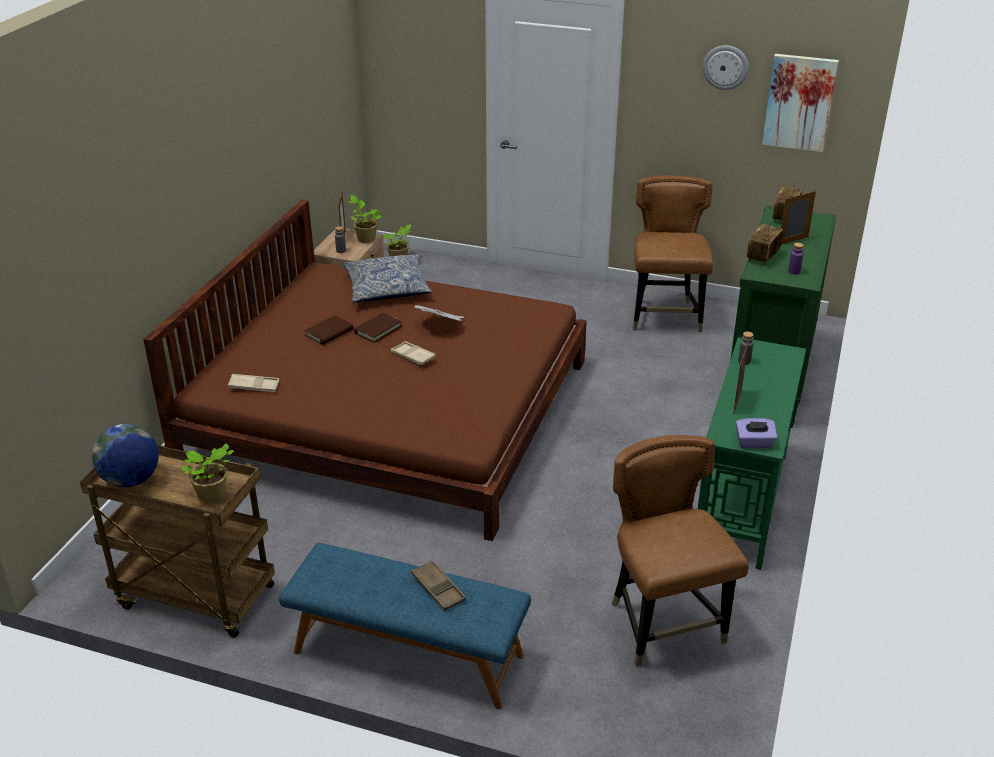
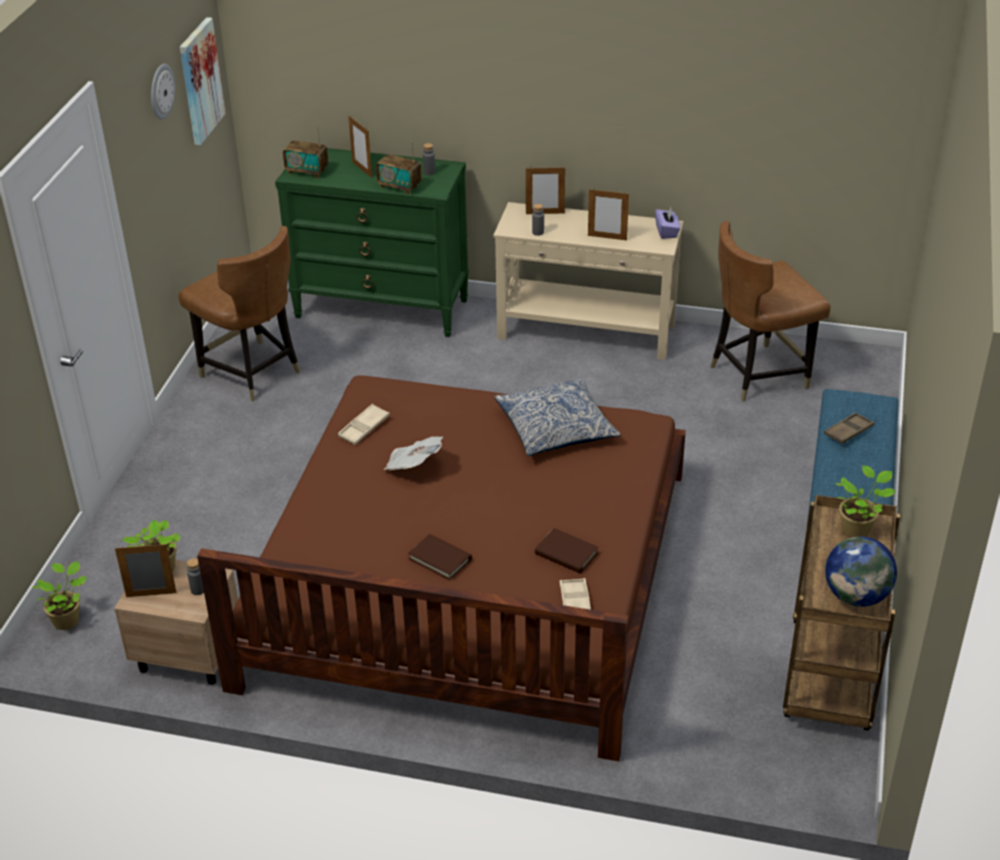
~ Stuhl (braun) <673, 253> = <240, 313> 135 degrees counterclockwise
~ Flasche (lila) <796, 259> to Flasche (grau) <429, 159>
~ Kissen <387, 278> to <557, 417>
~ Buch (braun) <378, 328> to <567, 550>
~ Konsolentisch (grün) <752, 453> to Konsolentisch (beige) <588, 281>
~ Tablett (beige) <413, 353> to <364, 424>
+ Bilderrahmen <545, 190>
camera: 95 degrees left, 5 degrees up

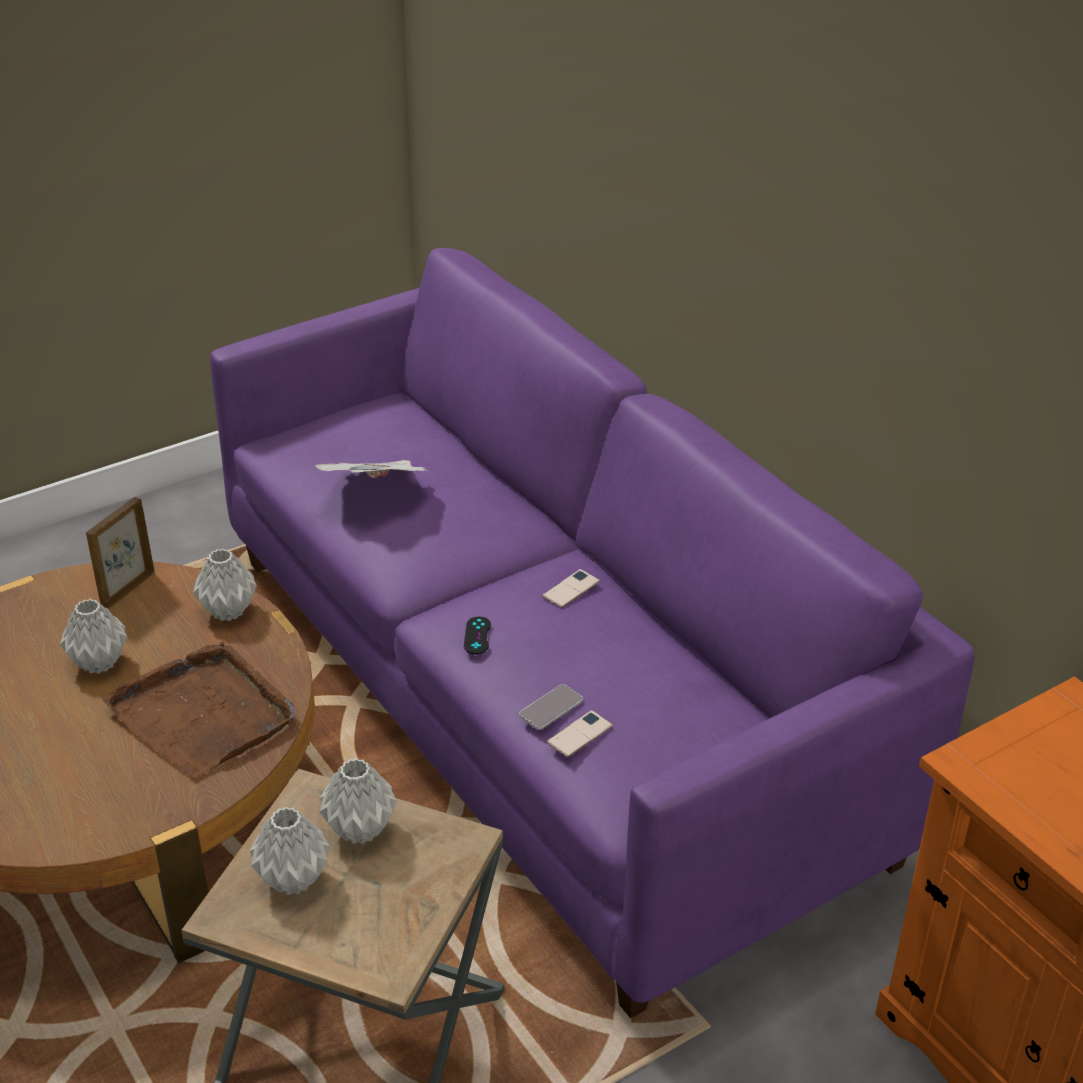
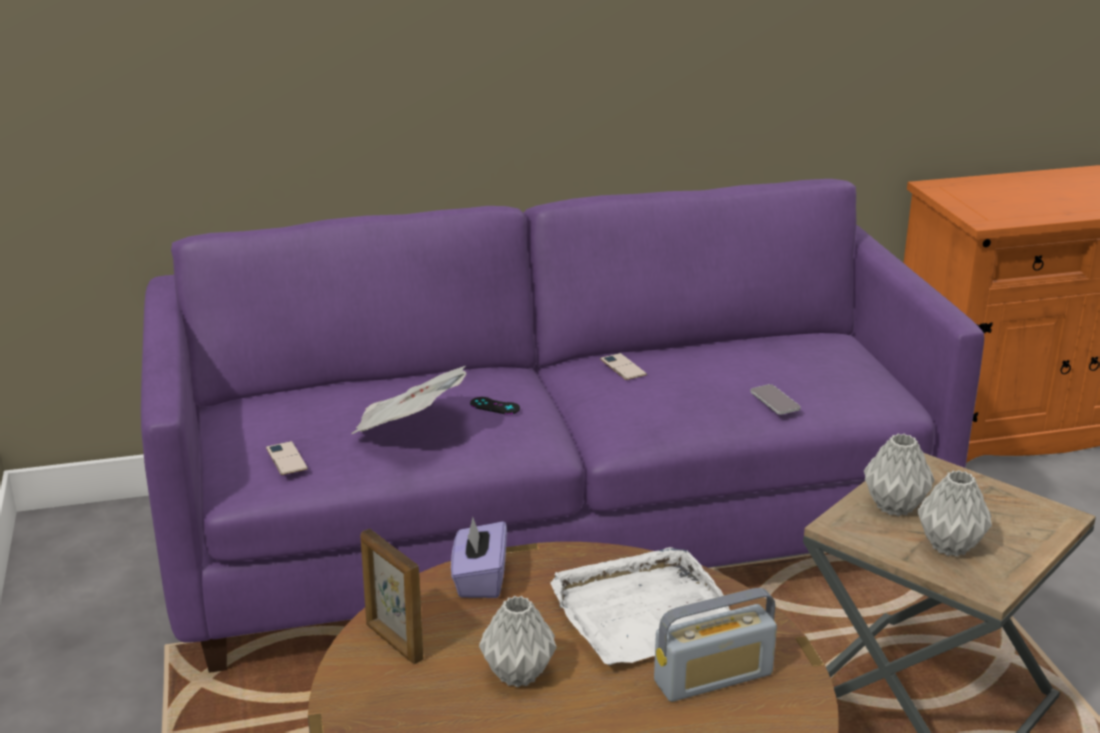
~ Vase (grau) <225, 585> to Taschentuchbox (lila) <479, 557>
~ Gamepad (schwarz) <477, 635> to <495, 406>
~ Tablett (braun) <198, 710> to Tablett (weiß) <640, 606>
~ Handy <580, 733> to <287, 458>
+ Radio <715, 645>
camera: 70 degrees left, 10 degrees down

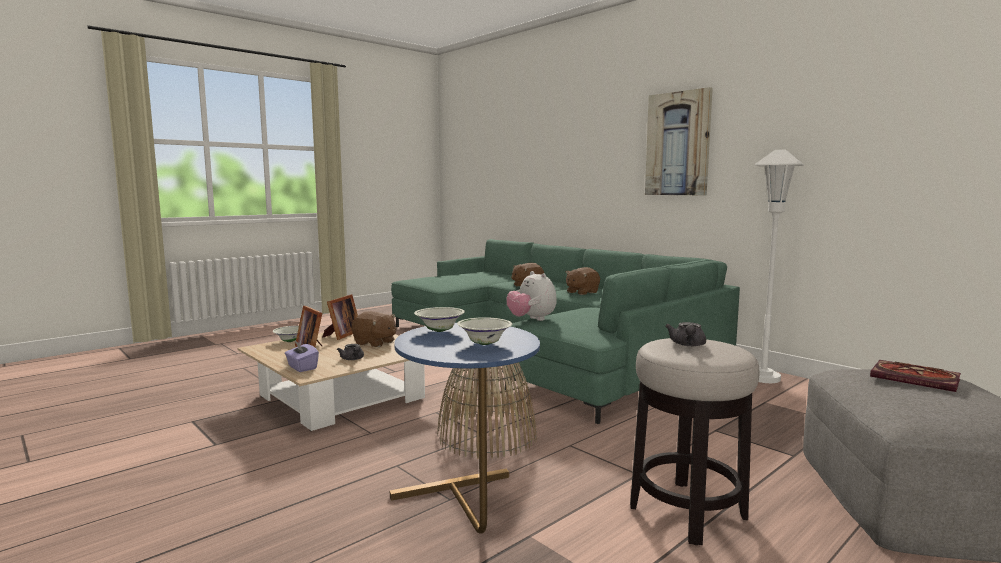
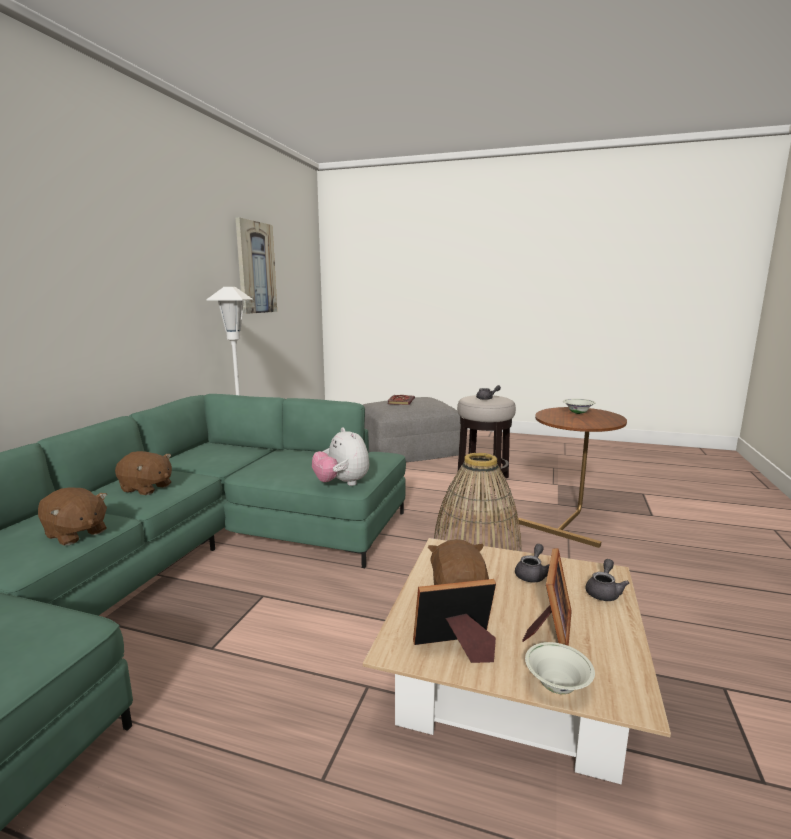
~ Bild <679, 141> to <256, 265>
~ Plüschtier <531, 296> = <340, 457> 120 degrees clockwise
- Schüssel (weiß) <439, 319>
~ Beistelltisch (blau) <465, 428> to Beistelltisch (braun) <572, 477>
~ Taschentuchbox (lila) <302, 356> to Teekanne (grau) <607, 580>
camera: 120 degrees left, 5 degrees up

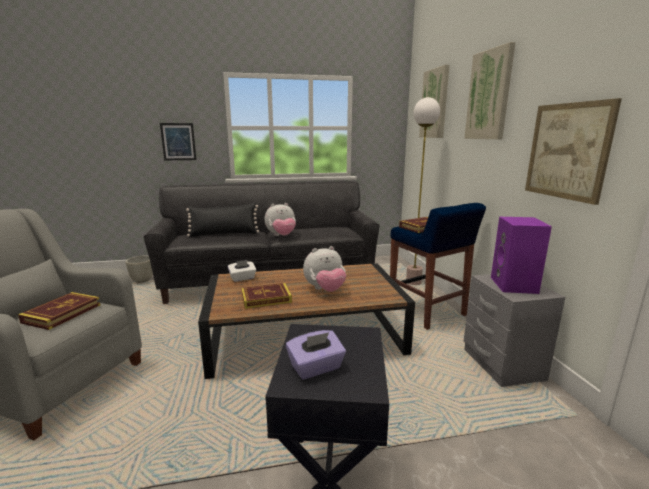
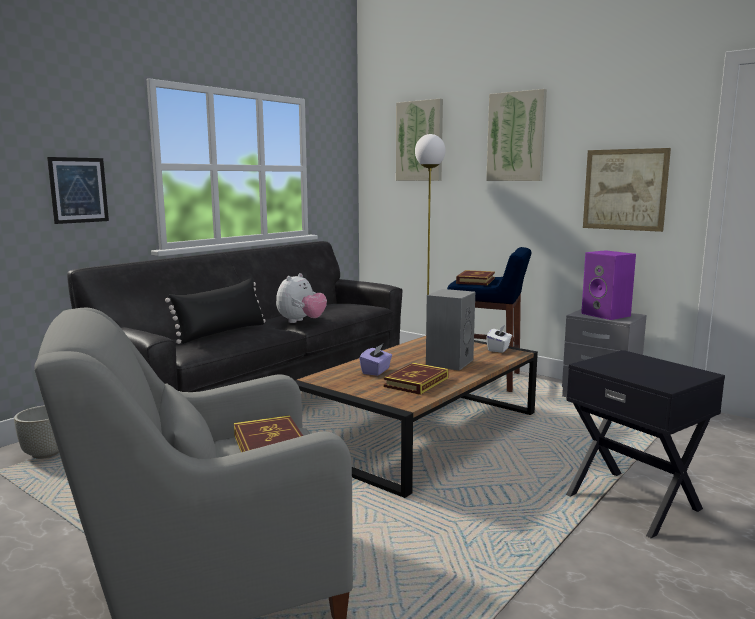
~ Plüschtier <324, 269> to Lautsprecher (grau) <450, 330>
~ Taschentuchbox (weiß) <242, 271> to <499, 339>
~ Taschentuchbox (lila) <316, 354> to <375, 360>
camera: 40 degrees left, 5 degrees down

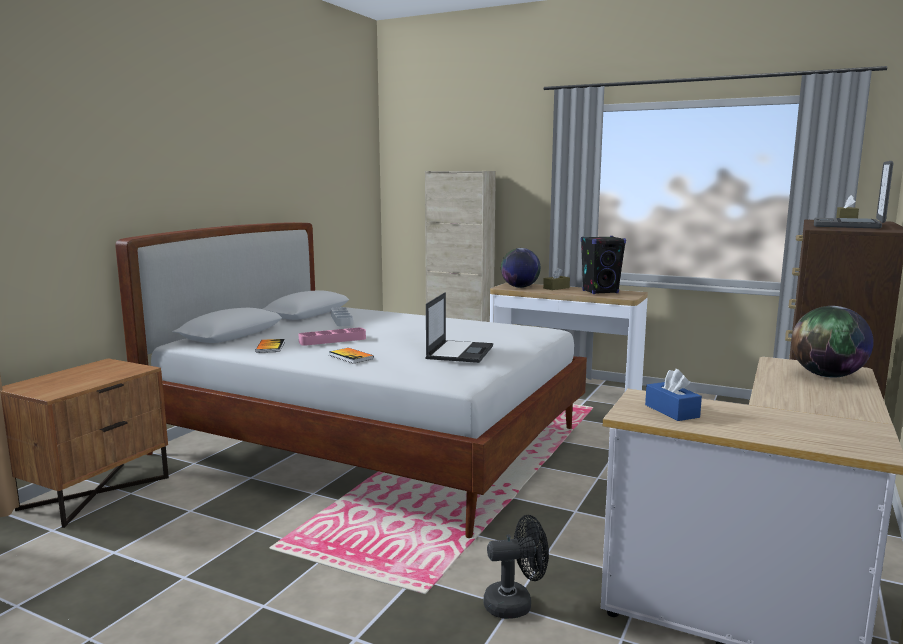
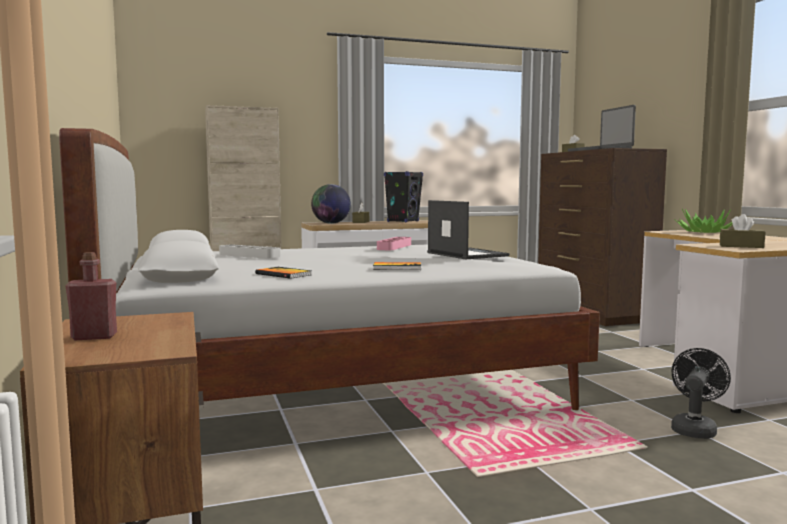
~ Globus <832, 342> to Topfpflanze <704, 221>
~ Tablett (rosa) <332, 337> to <394, 243>
~ Taschentuchbox (blau) <673, 395> to Taschentuchbox (braun) <742, 231>
+ Flasche (rot) <91, 296>
camera: 45 degrees left, 5 degrees down

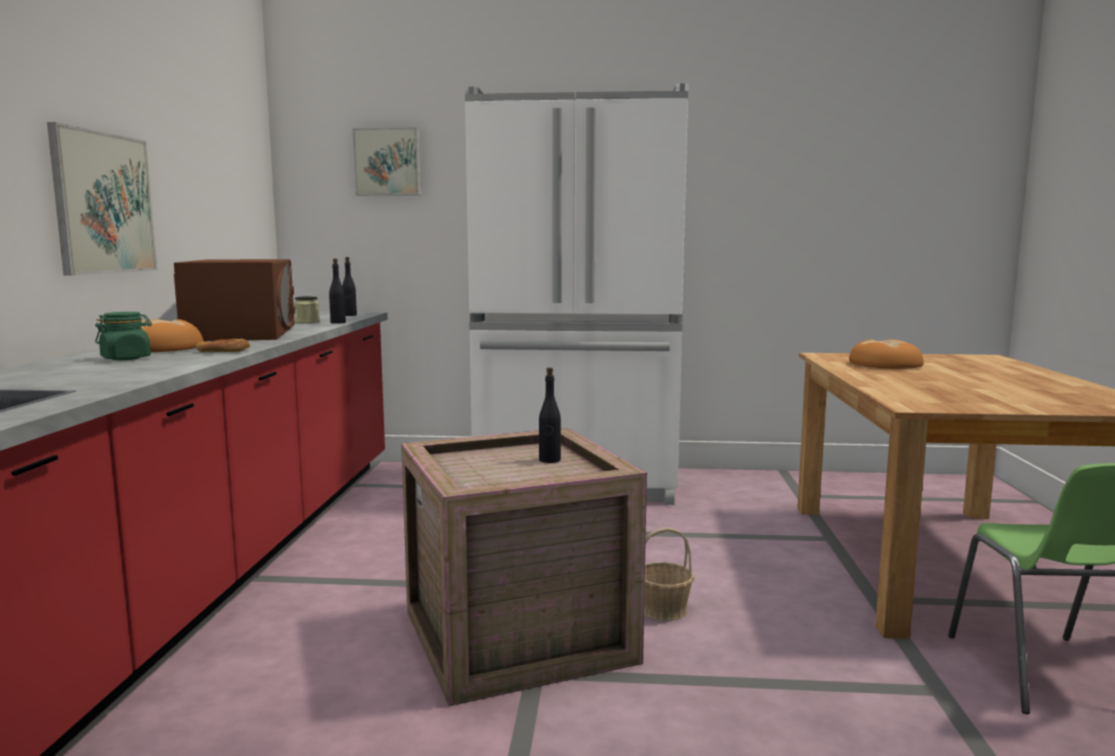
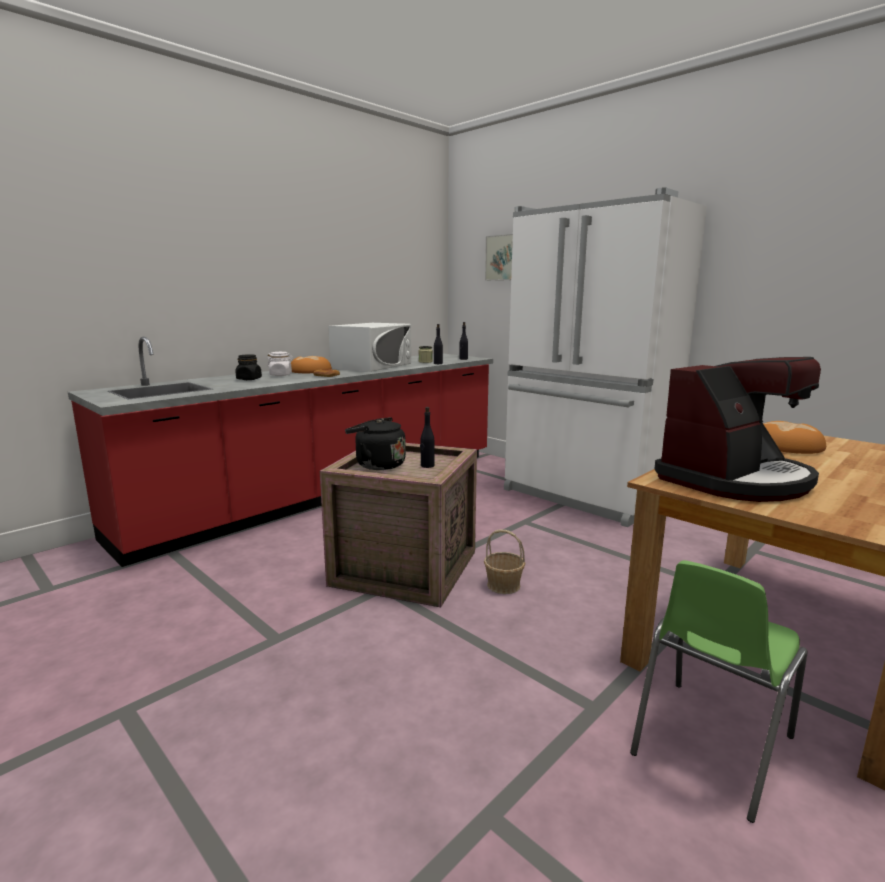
- Bild <102, 199>
~ Mikrowelle (braun) <234, 300> to Mikrowelle (weiß) <369, 347>
~ Vorratsglas (grün) <123, 336> to Vorratsglas (weiß) <280, 364>
+ Vorratsglas (schwarz) <248, 367>
+ Kaffeemaschine <737, 429>
+ Wasserkessel (schwarz) <375, 443>
camera: 40 degrees right, 5 degrees up

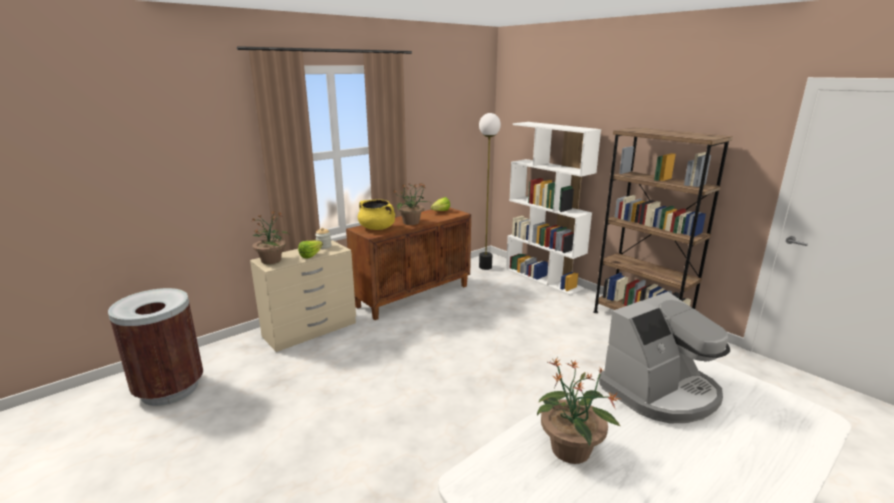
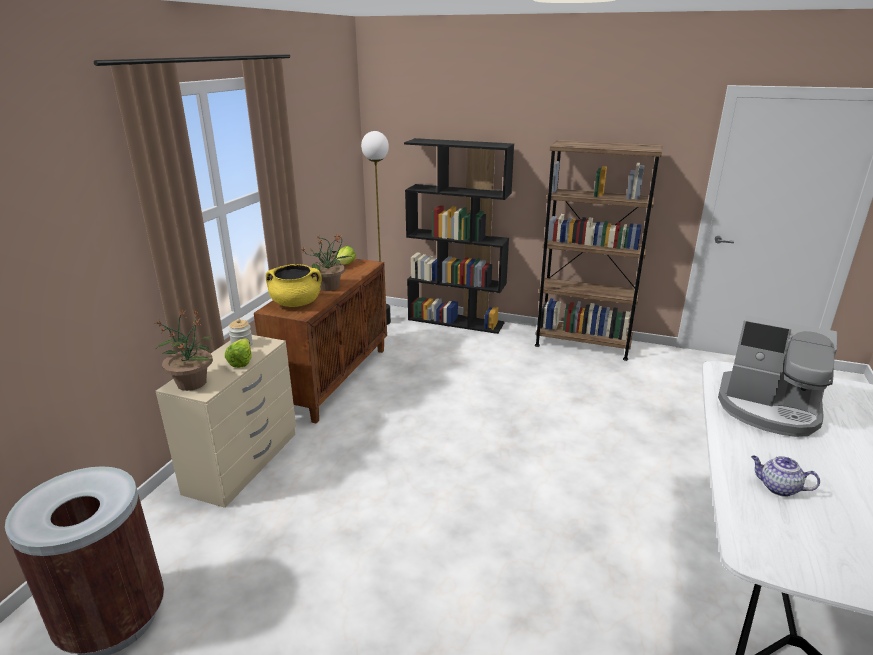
~ Bücherregal (weiß) <553, 209> to Bücherregal (schwarz) <459, 236>
~ Kaffeemaschine <664, 357> = <777, 376> 90 degrees clockwise
~ Topfpflanze <579, 410> to Teekanne <785, 476>
camera: 30 degrees left, 5 degrees up

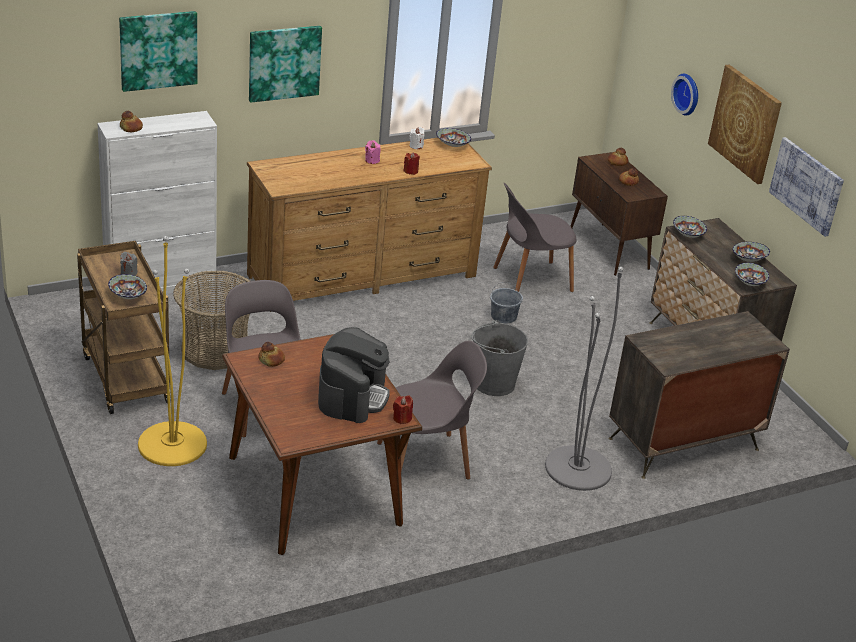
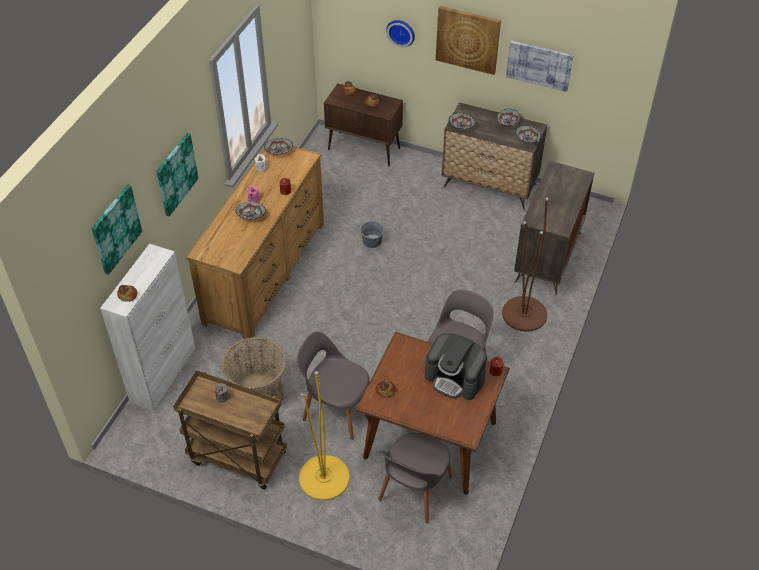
~ Stuhl (grau) <534, 237> to <415, 477>
~ Stehlampe (grau) <584, 379> to Stehlampe (braun) <525, 265>
~ Schüssel <127, 286> to <250, 211>
- Eimer (grau) <499, 358>
~ Kaffeemaschine <354, 375> = <456, 366> 150 degrees clockwise
camera: 40 degrees left, 15 degrees up

